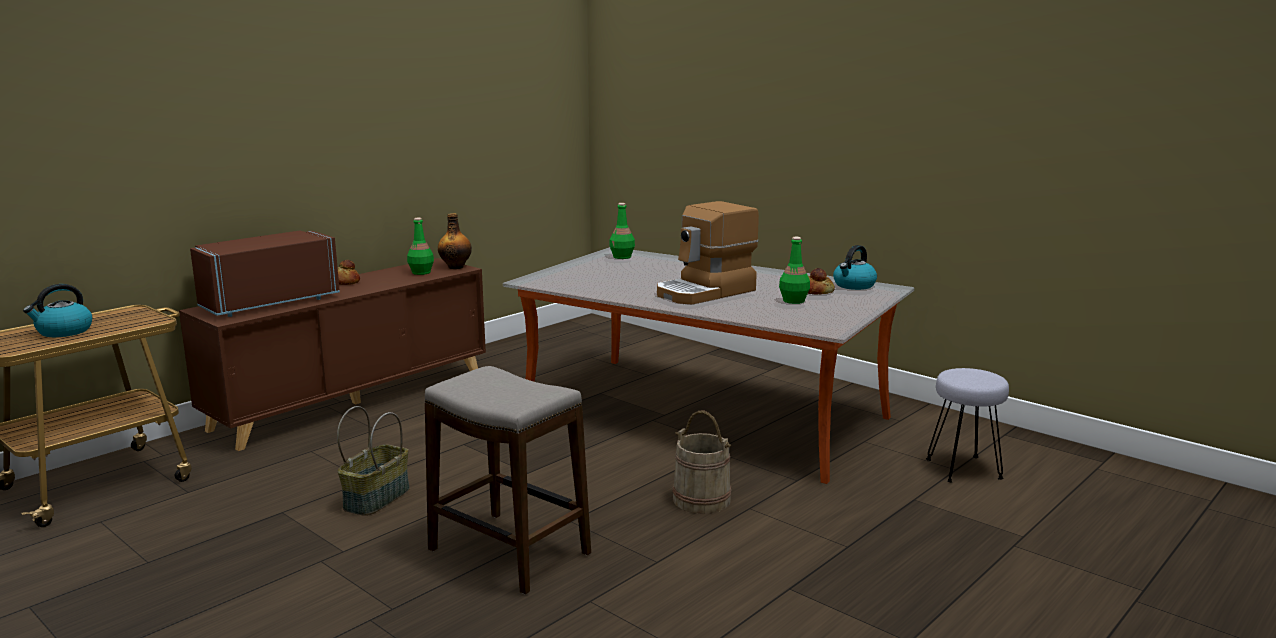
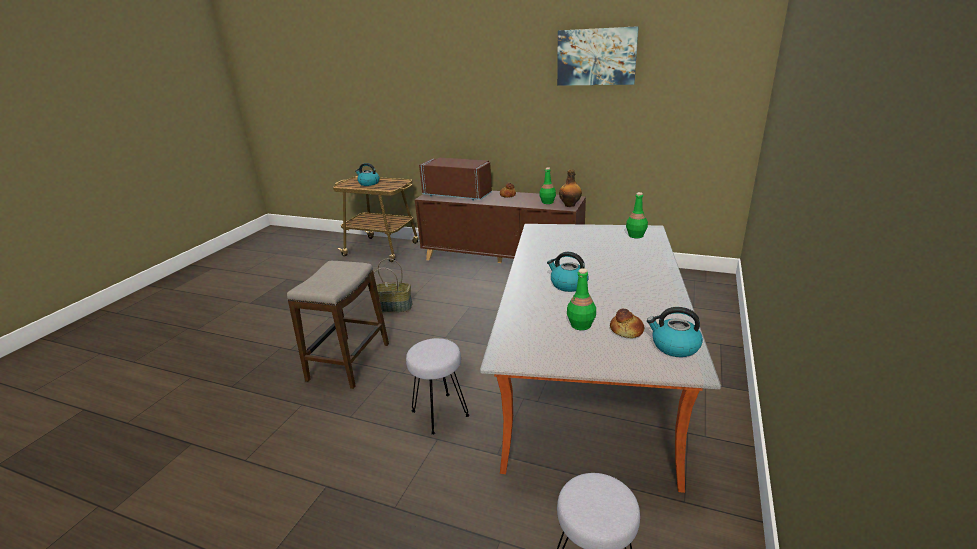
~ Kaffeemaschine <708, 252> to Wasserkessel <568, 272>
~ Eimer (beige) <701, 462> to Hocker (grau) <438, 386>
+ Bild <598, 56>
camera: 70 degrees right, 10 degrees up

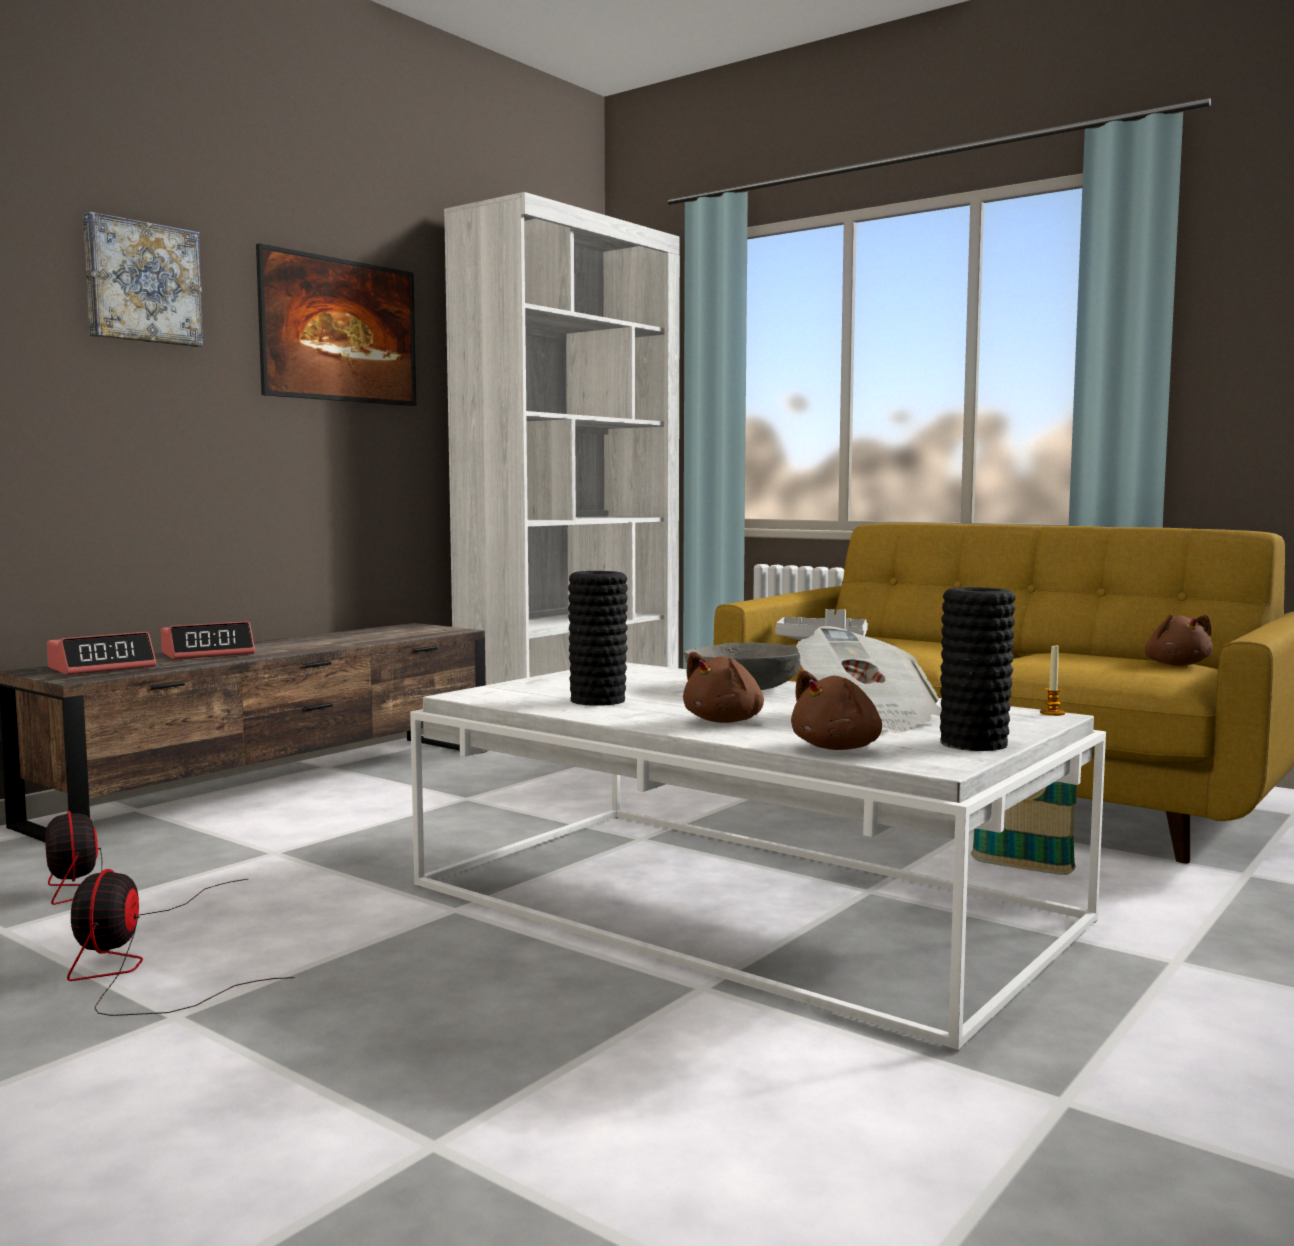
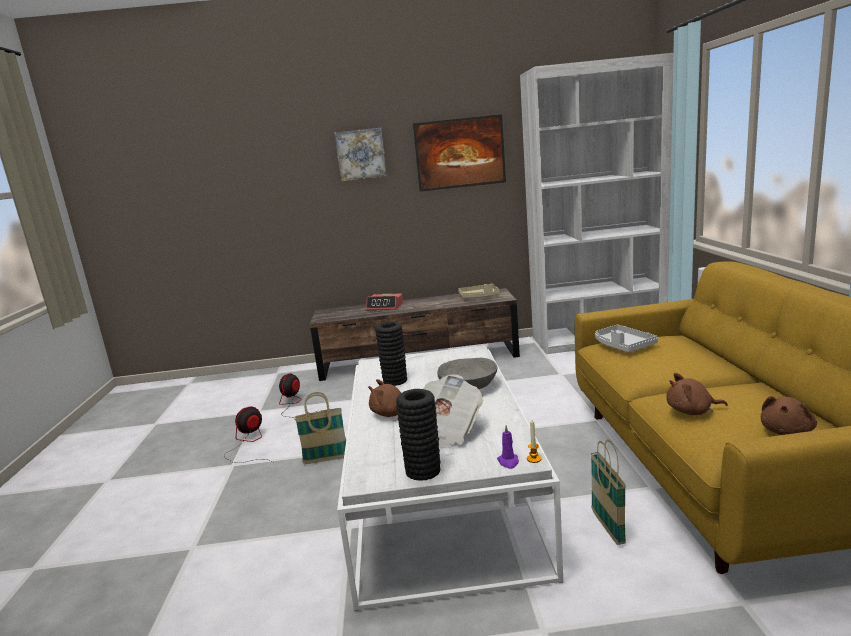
- Wecker <101, 653>
~ Plüschtier (braun) <836, 710> to <697, 394>
+ Tablett (beige) <479, 290>
+ Korb <320, 428>
+ Kerze (lila) <508, 447>
camera: 50 degrees right, 10 degrees up

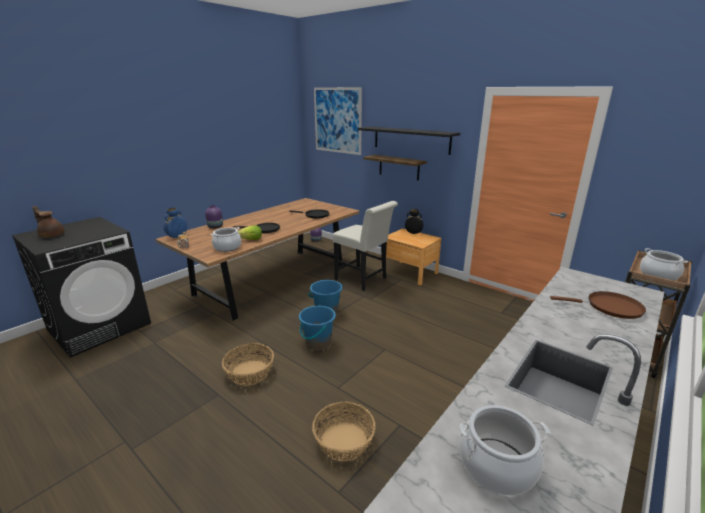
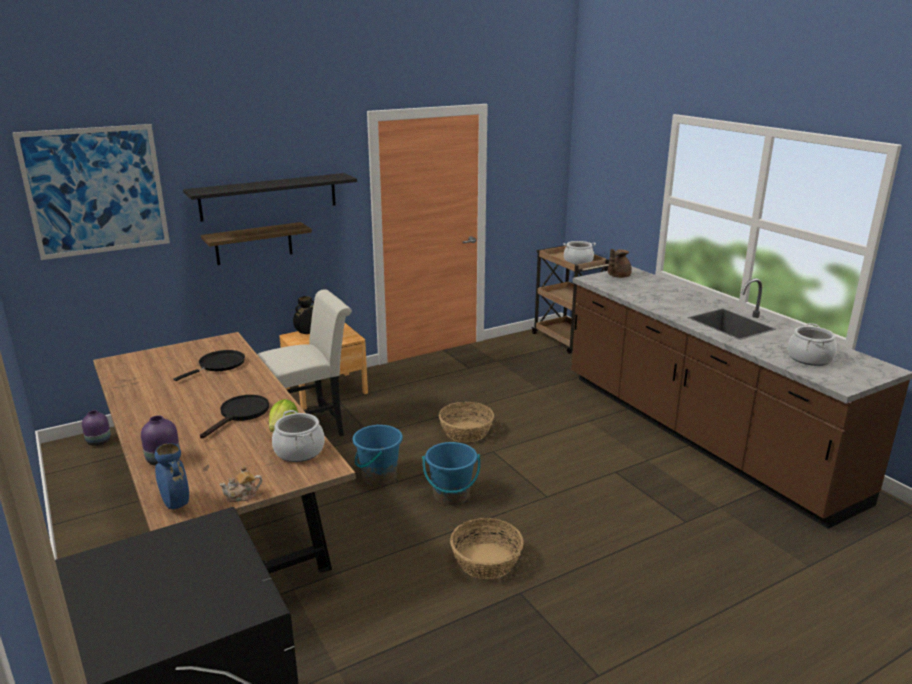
~ Teekanne (braun) <48, 222> to <620, 263>
- Pfanne (braun) <598, 305>
~ Korb <344, 431> to <466, 422>
camera: 70 degrees left, 0 degrees up

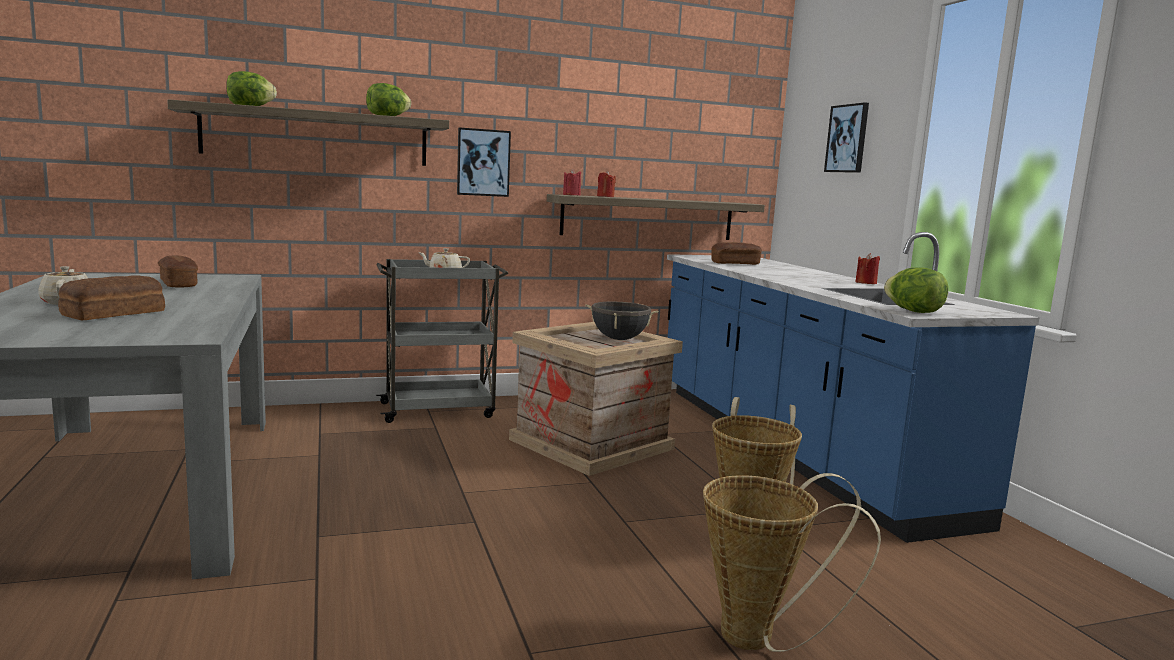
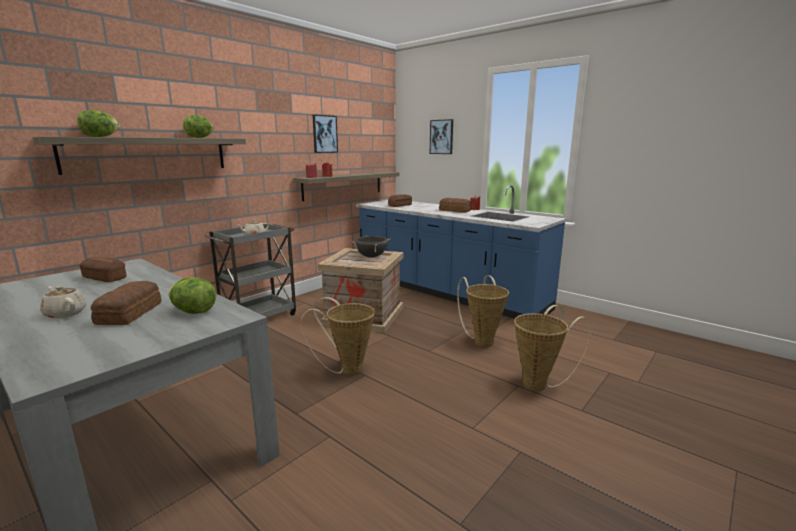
~ Bild <484, 162> to <325, 134>
~ Salatkopf <916, 290> to <192, 295>
+ Brot <455, 205>
+ Korb <338, 336>
camera: 30 degrees left, 5 degrees up

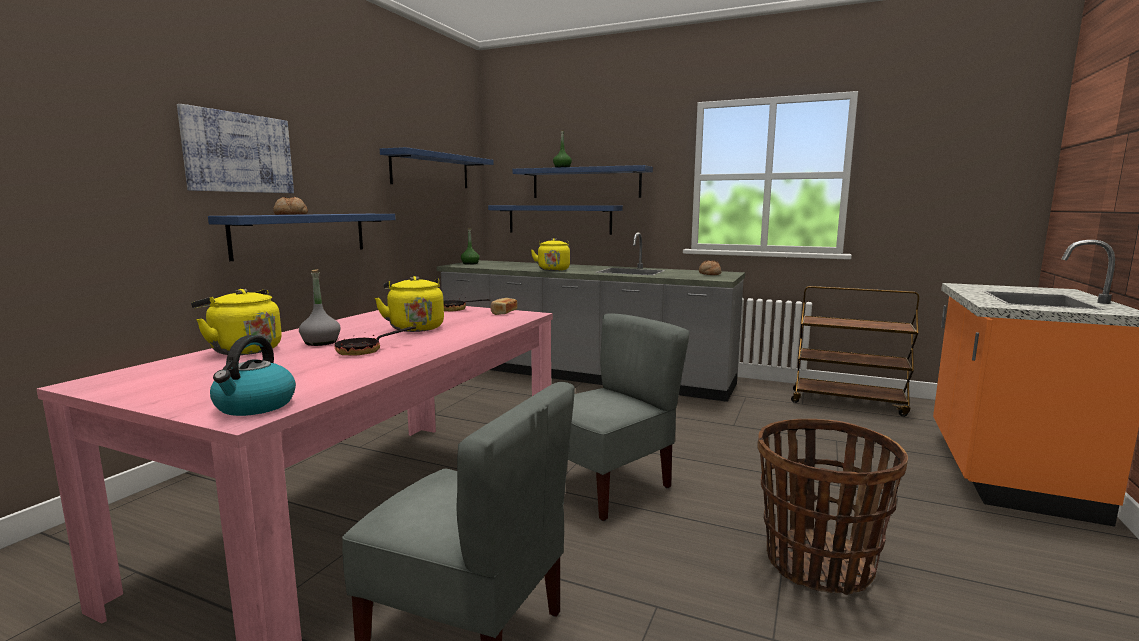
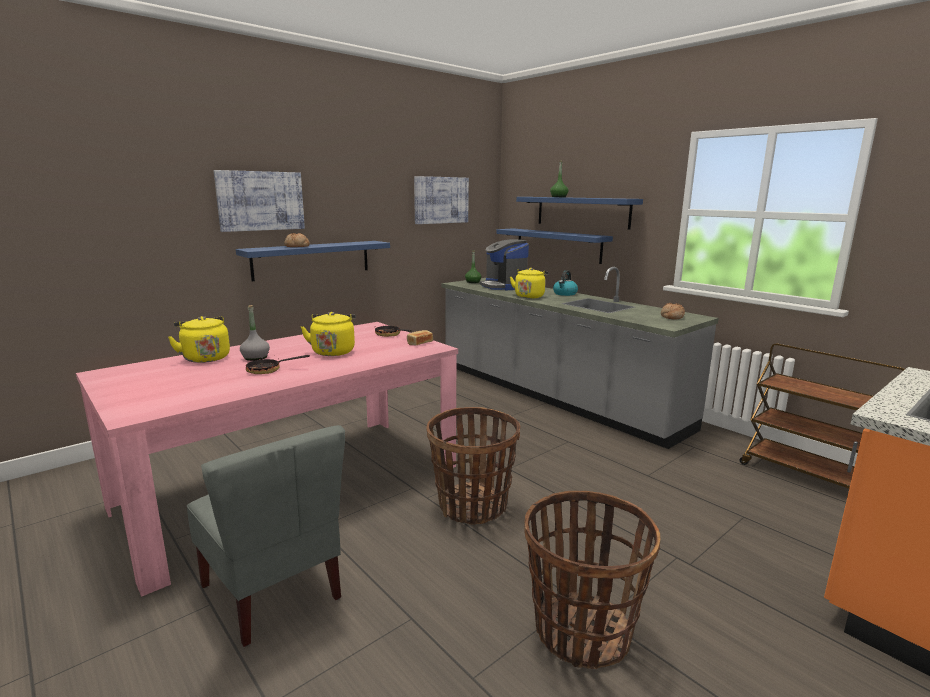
~ Wandregal (blau) <437, 167> to Bild <441, 200>
~ Stuhl (grau) <629, 417> to Korb <473, 466>
~ Wasserkessel <253, 375> to <565, 283>
+ Kaffeemaschine <504, 264>
camera: 25 degrees right, 5 degrees up

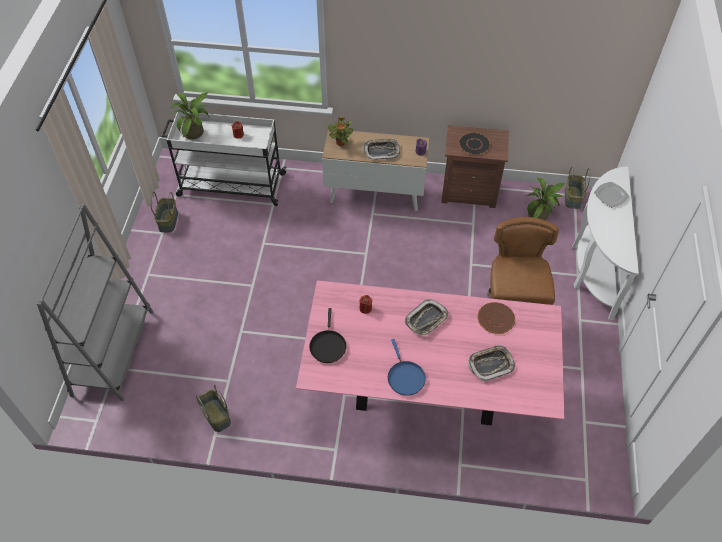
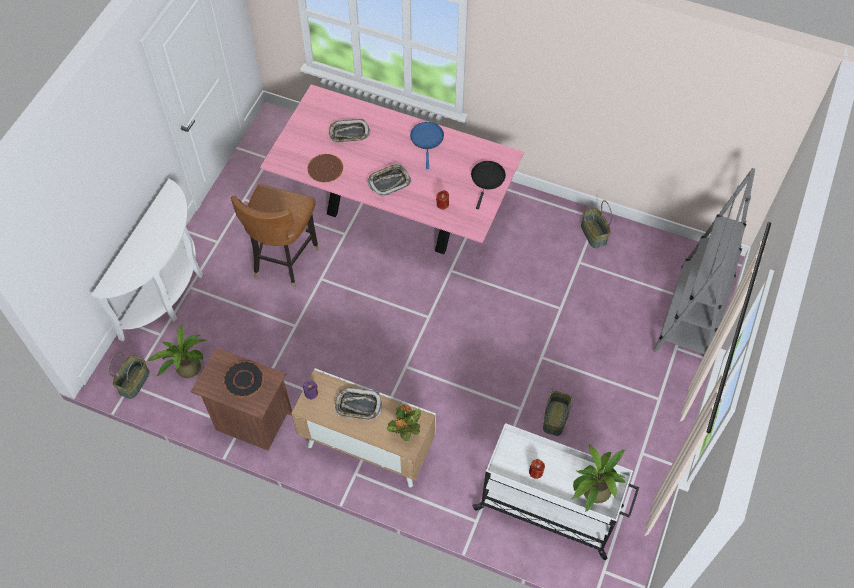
- Teller <611, 195>
~ Korb <164, 212> to <558, 411>
camera: 165 degrees left, 5 degrees up

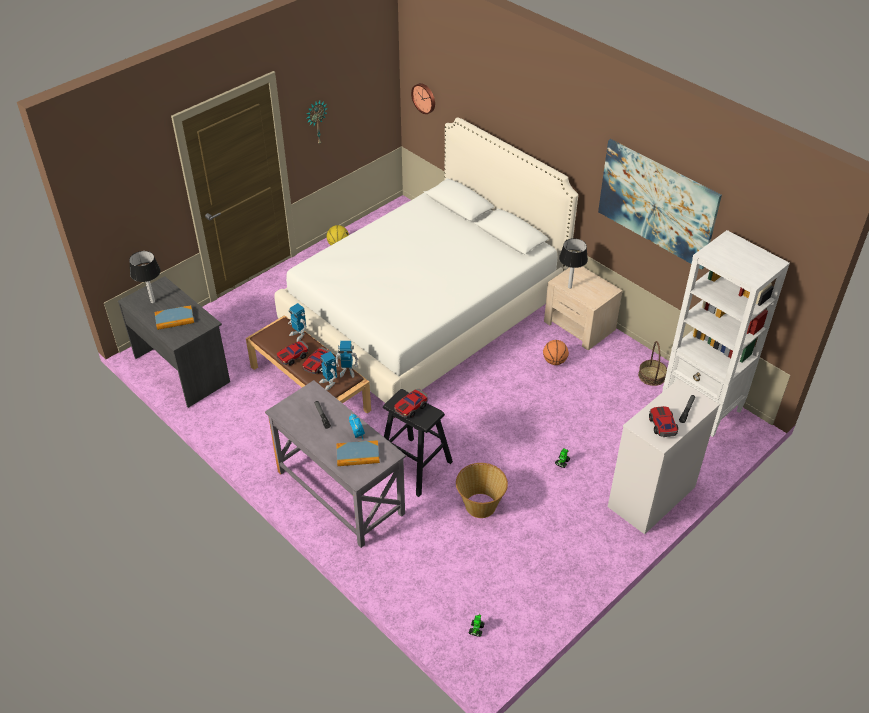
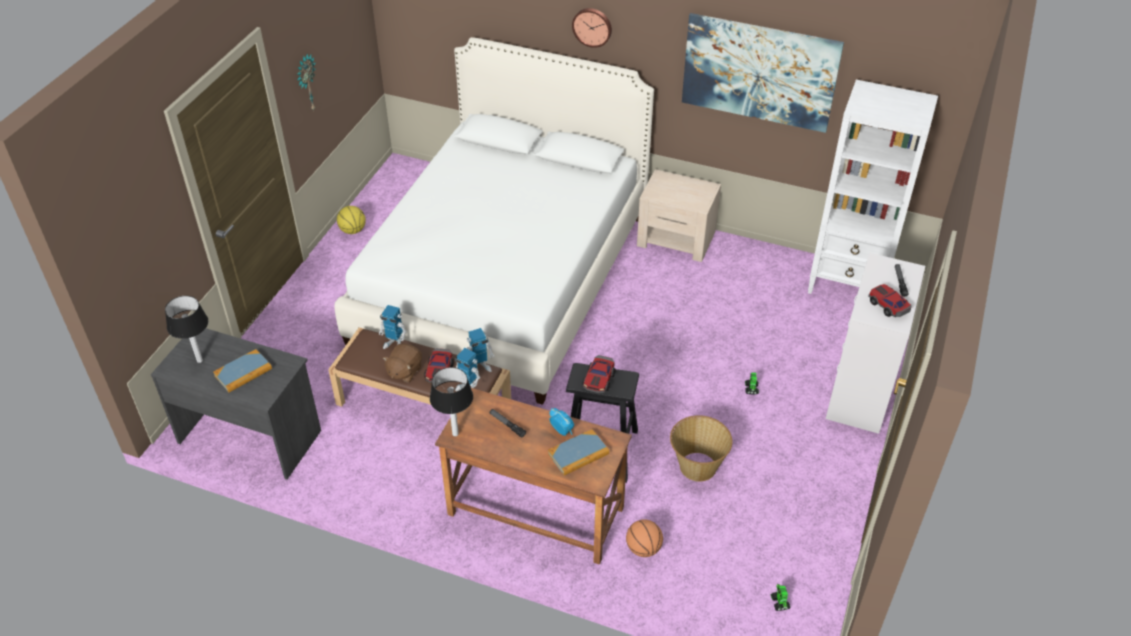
~ Wanduhr <423, 98> to <592, 28>
~ Tischlampe <573, 263> to <451, 402>
~ Basketball <556, 352> to <644, 538>
~ Spielzeugauto <293, 353> to Plüschtier (braun) <402, 363>
- Korb <652, 363>
~ Schreibtisch (grau) <335, 464> to Schreibtisch (braun) <533, 476>
camera: 25 degrees left, 0 degrees up

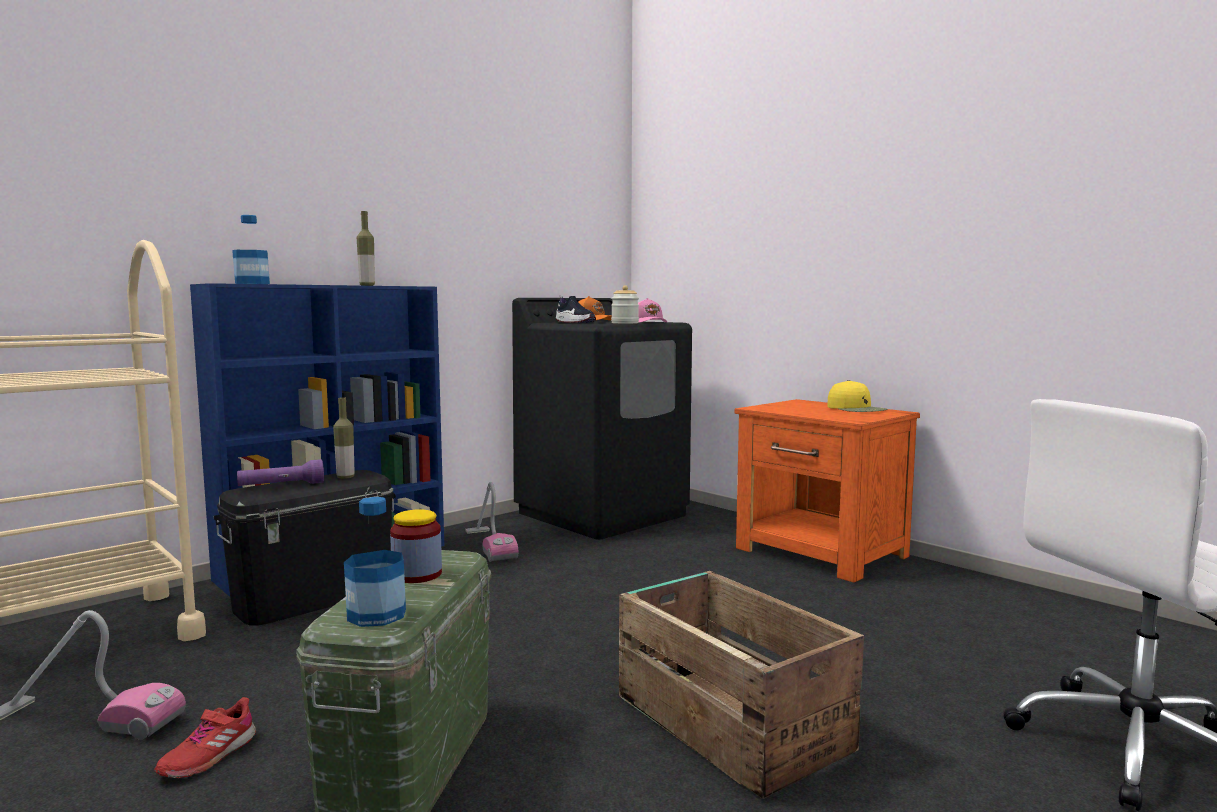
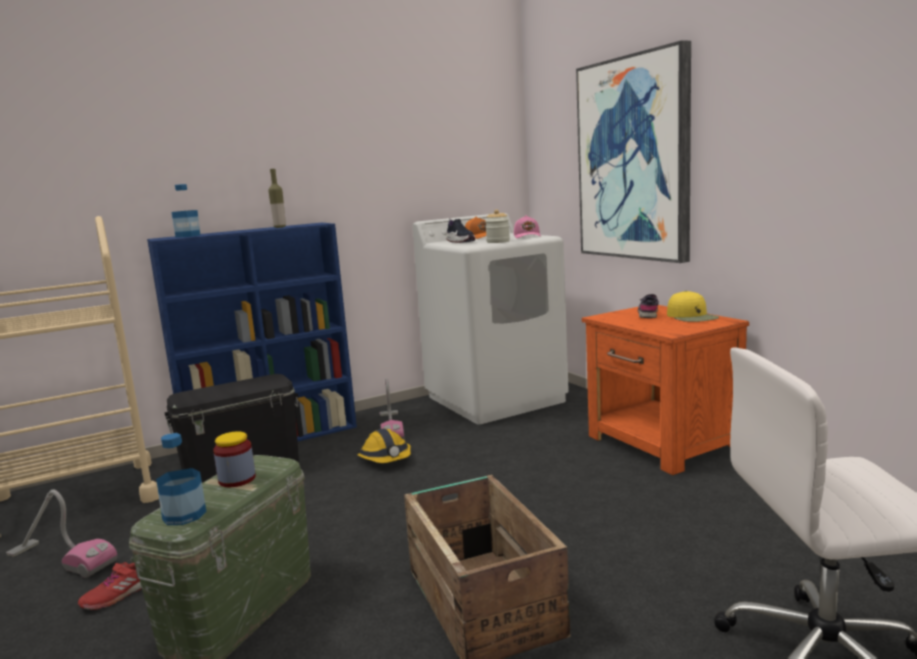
~ Waschmaschine (schwarz) <602, 419> to Waschmaschine (weiß) <491, 319>
- Flasche <344, 438>
- Taschenlampe (lila) <280, 472>
+ Bild <633, 151>
+ Schuh (grau) <648, 306>
+ Schutzhelm <384, 446>
camera: 15 degrees right, 5 degrees up

